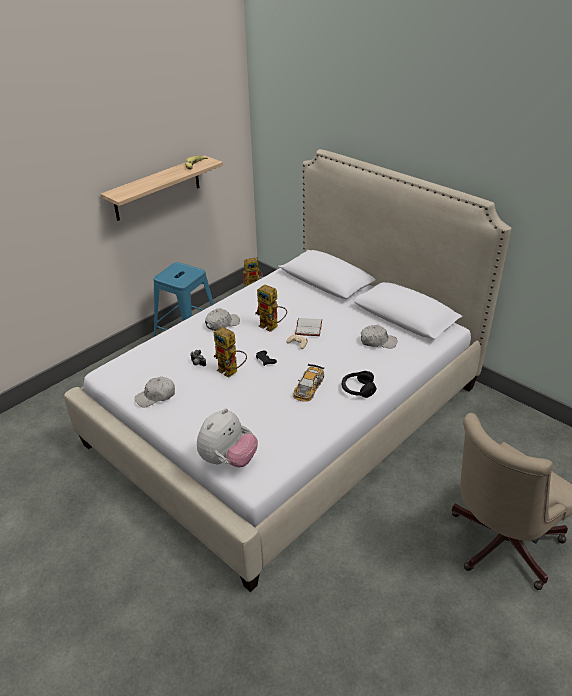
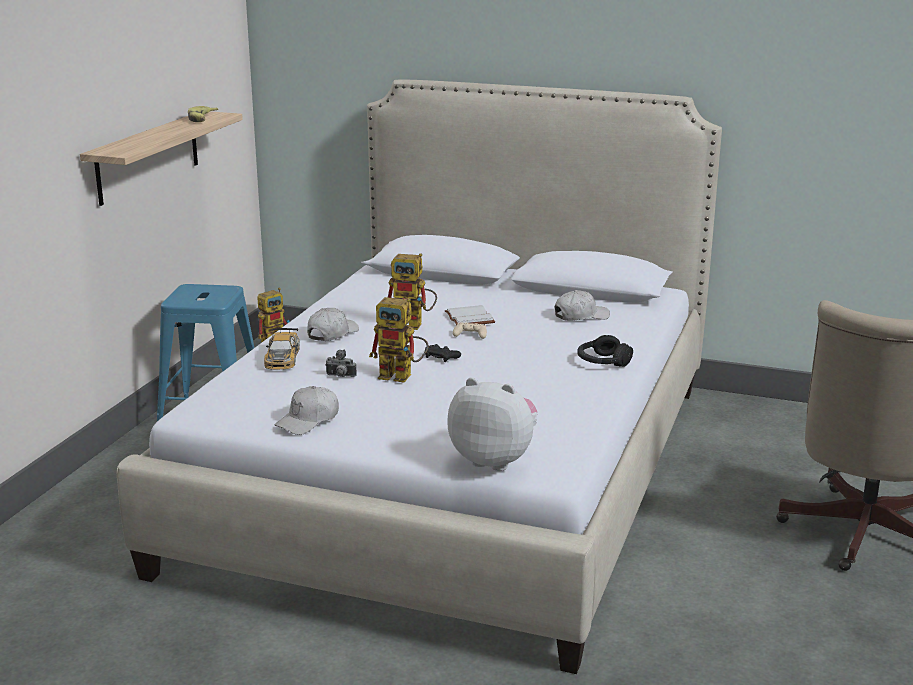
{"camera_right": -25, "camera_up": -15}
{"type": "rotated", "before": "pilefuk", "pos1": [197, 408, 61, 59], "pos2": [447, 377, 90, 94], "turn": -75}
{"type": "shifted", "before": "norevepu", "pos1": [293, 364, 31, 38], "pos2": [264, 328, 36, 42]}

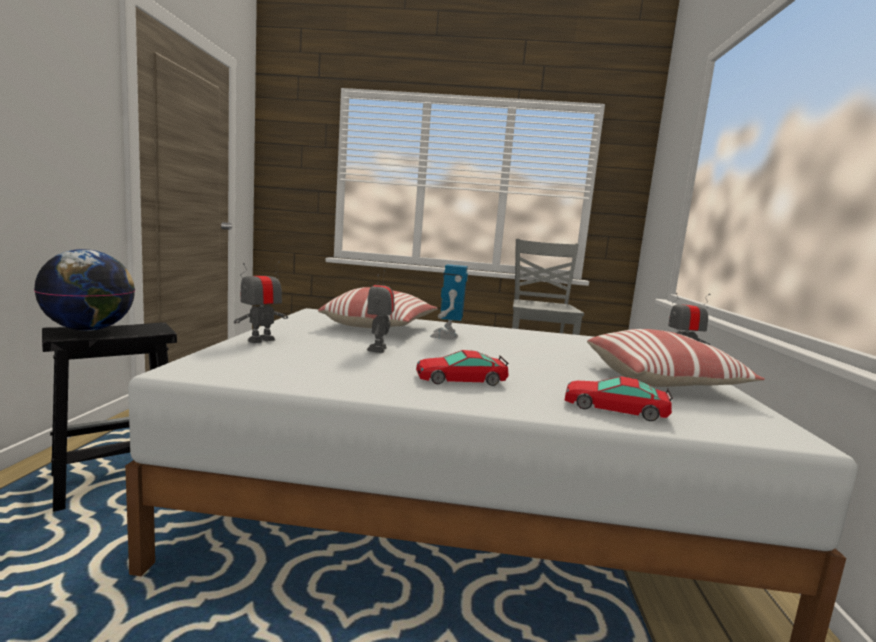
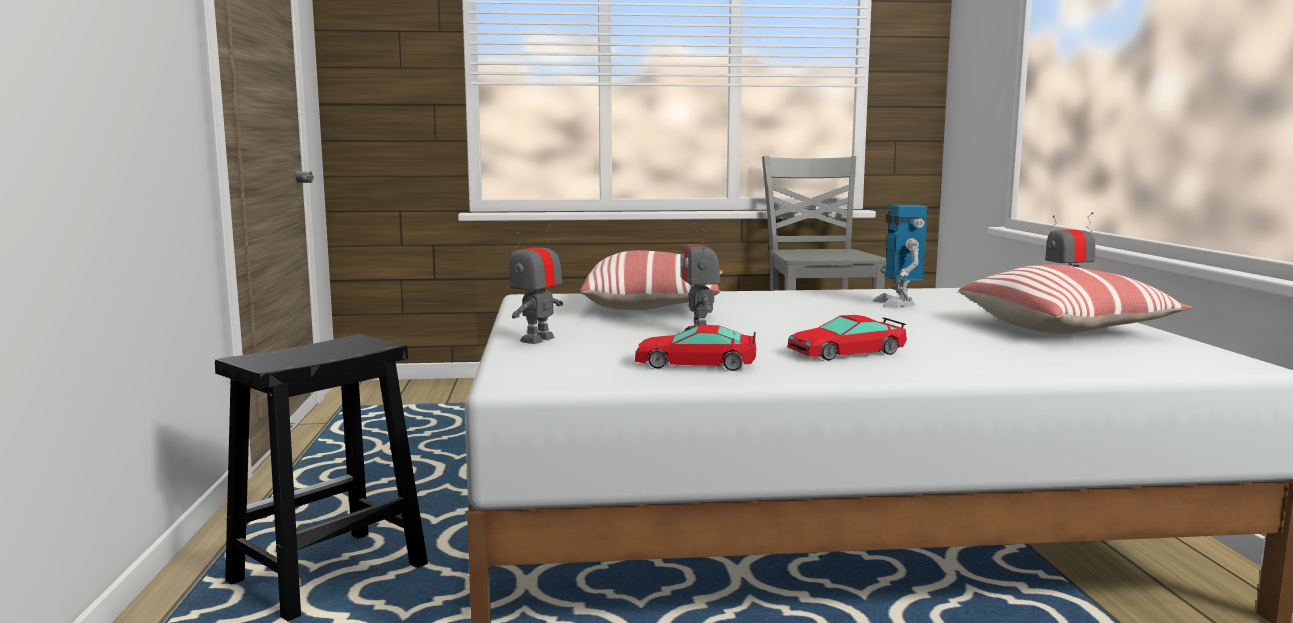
{"camera_right": -10, "camera_up": 0}
{"type": "gone", "before": "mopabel", "pos1": [34, 249, 101, 82]}
{"type": "shifted", "before": "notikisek", "pos1": [430, 264, 38, 74], "pos2": [873, 205, 54, 102]}
{"type": "shifted", "before": "norevepu", "pos1": [564, 376, 109, 45], "pos2": [635, 325, 121, 46]}

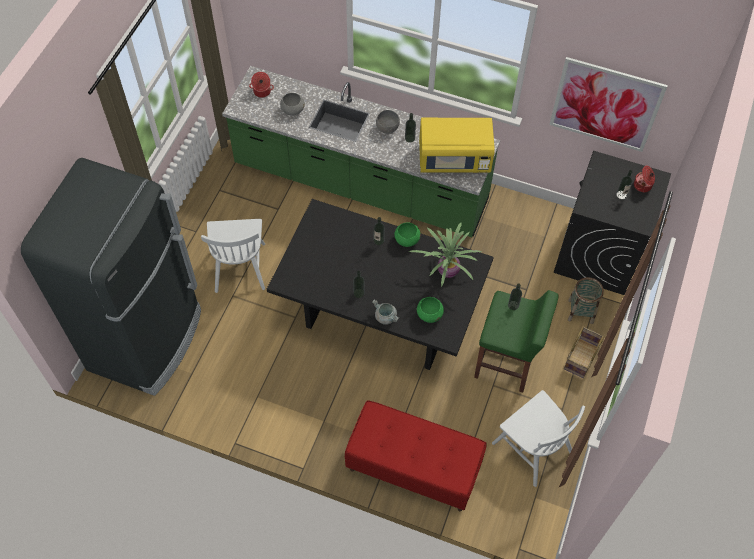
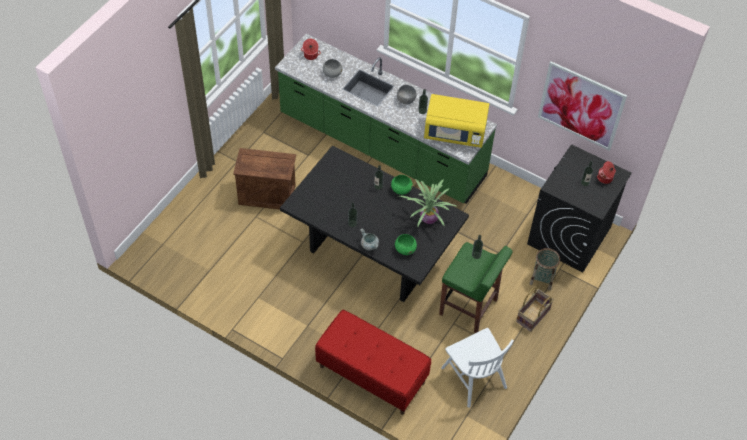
{"camera_right": 10, "camera_up": -5}
{"type": "gone", "before": "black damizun", "pos1": [21, 158, 180, 238]}
{"type": "swapped", "before": "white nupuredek", "after": "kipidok", "pos1": [201, 219, 64, 74], "pos2": [233, 148, 63, 61]}

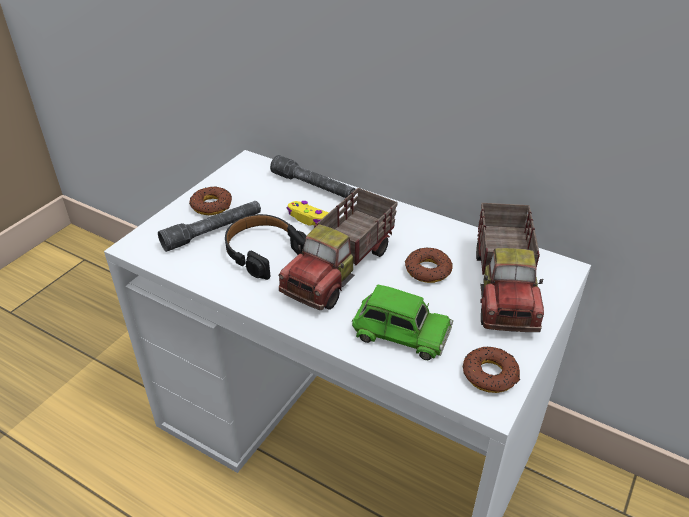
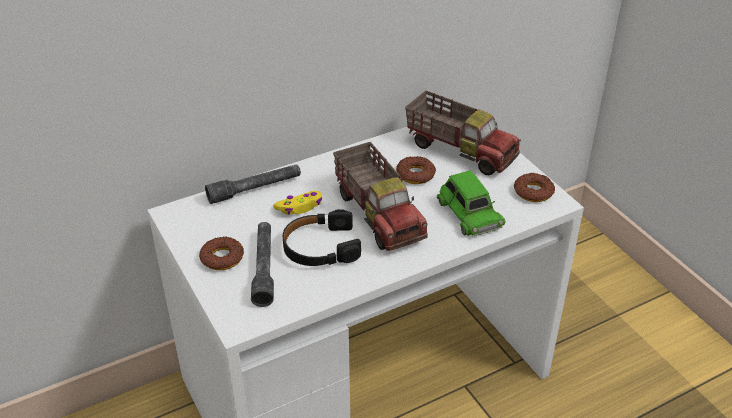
{"camera_right": -60, "camera_up": 0}
{"type": "rotated", "before": "green norevepu", "pos1": [352, 285, 101, 75], "pos2": [437, 170, 69, 66], "turn": 105}

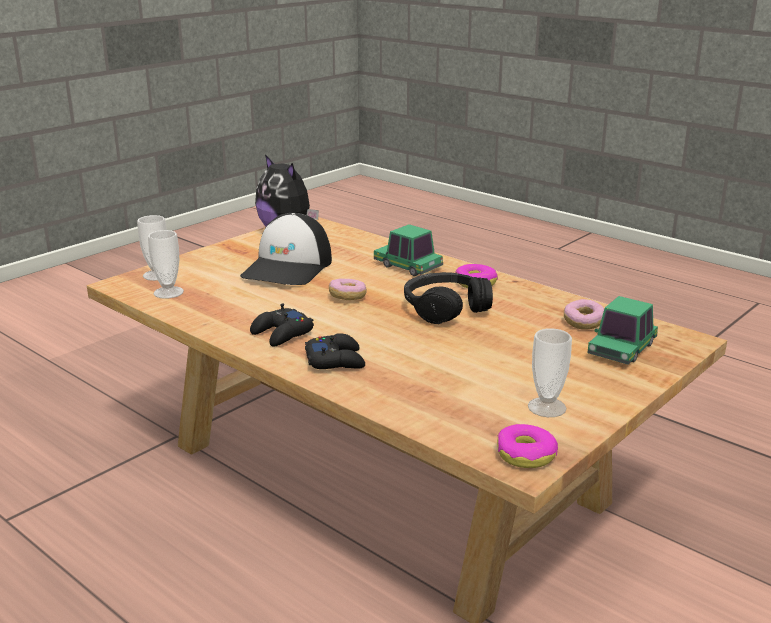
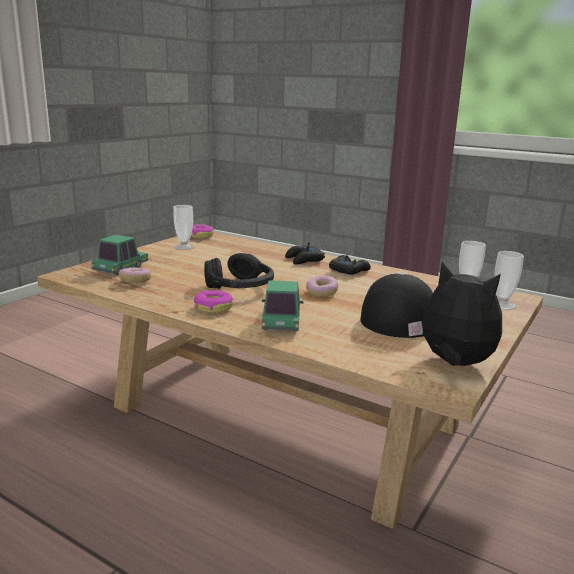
{"camera_right": 170, "camera_up": -5}
{"type": "rotated", "before": "norevepu", "pos1": [374, 224, 69, 52], "pos2": [262, 280, 42, 51], "turn": -120}

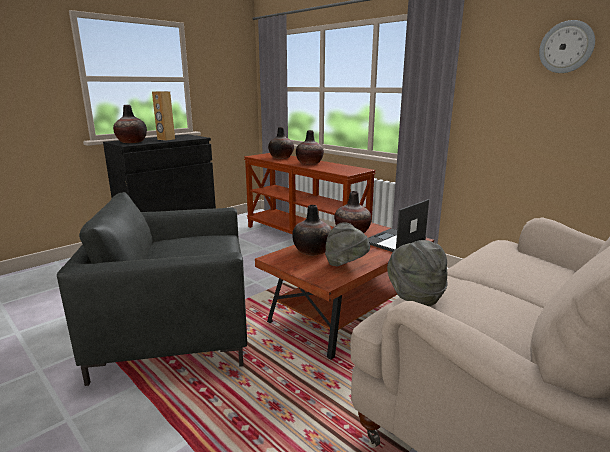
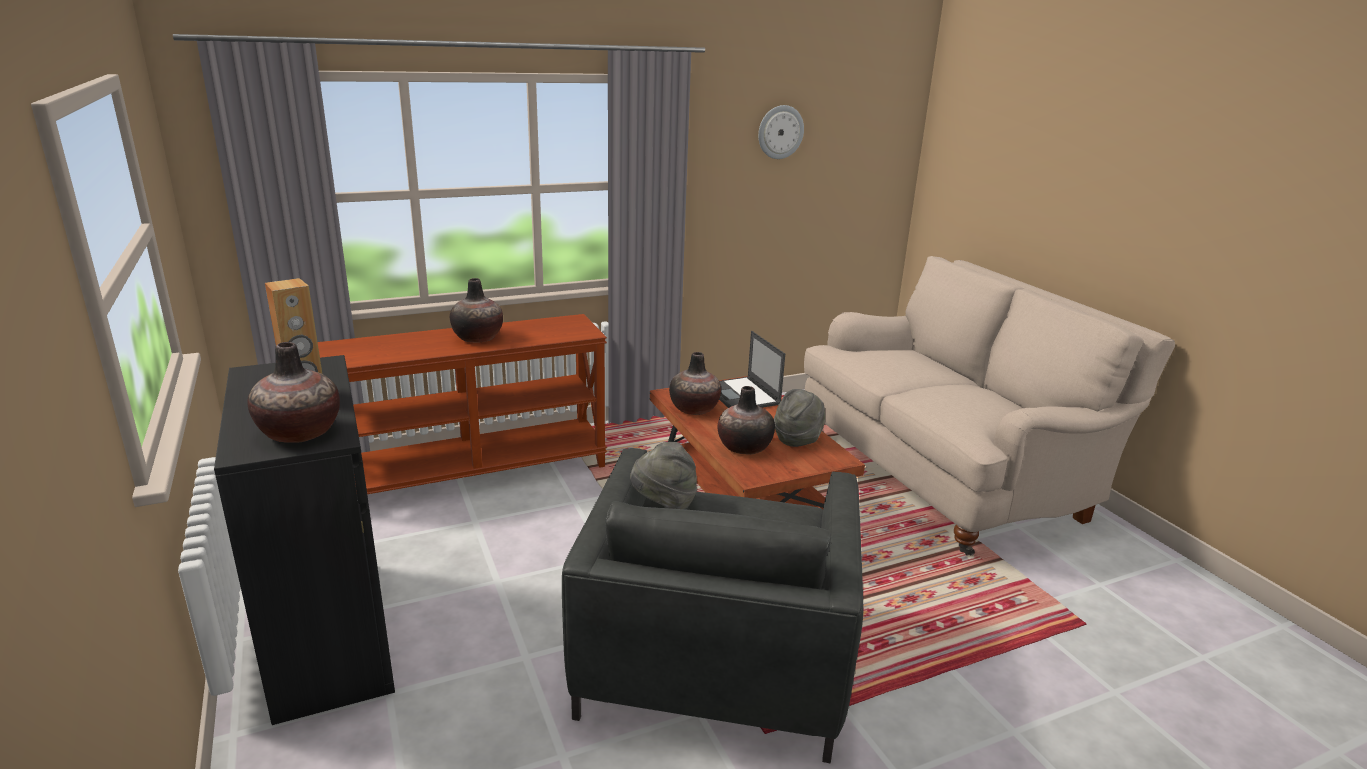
{"camera_right": -70, "camera_up": 5}
{"type": "gone", "before": "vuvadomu", "pos1": [268, 127, 26, 32]}
{"type": "shifted", "before": "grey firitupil", "pos1": [387, 240, 61, 66], "pos2": [630, 442, 67, 67]}

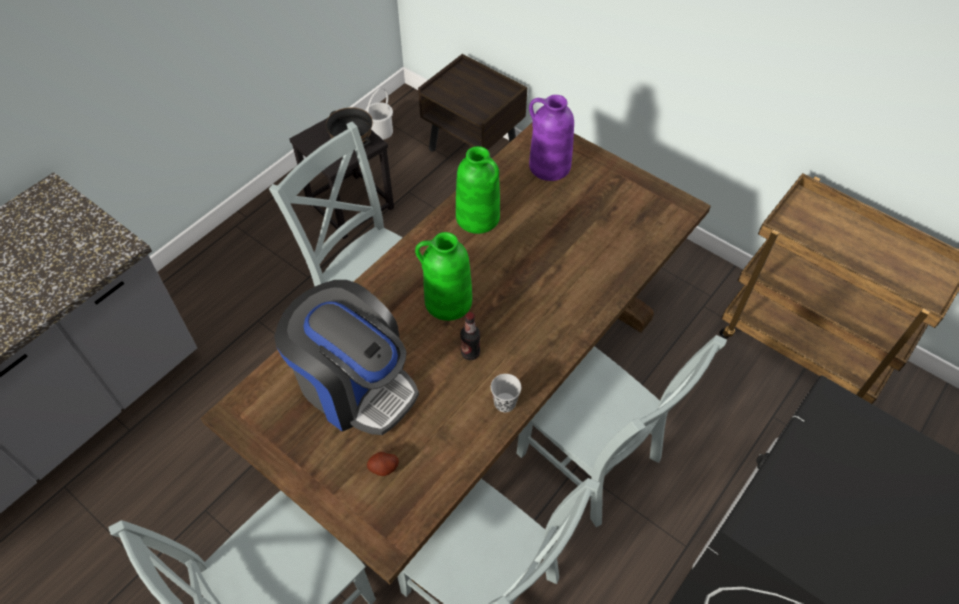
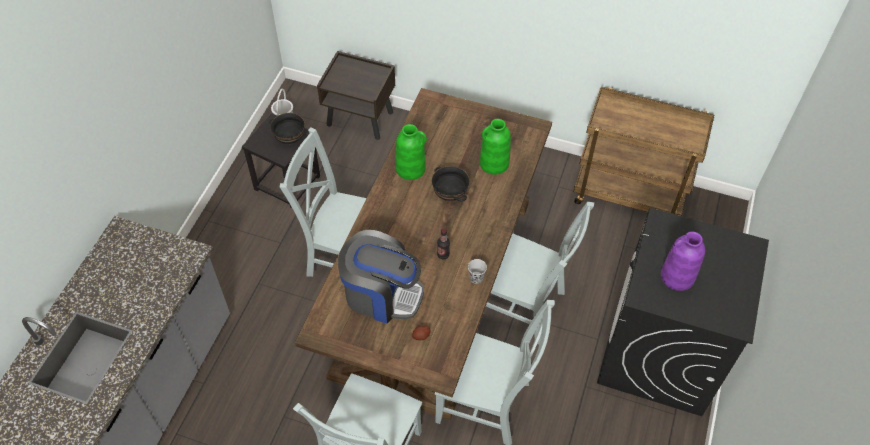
{"camera_right": -20, "camera_up": 0}
{"type": "shifted", "before": "green vuvadomu", "pos1": [415, 232, 57, 89], "pos2": [480, 119, 31, 56]}
{"type": "shifted", "before": "purple vuvadomu", "pos1": [529, 95, 45, 86], "pos2": [661, 232, 44, 59]}
{"type": "new", "after": "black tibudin", "pos2": [432, 166, 38, 35]}

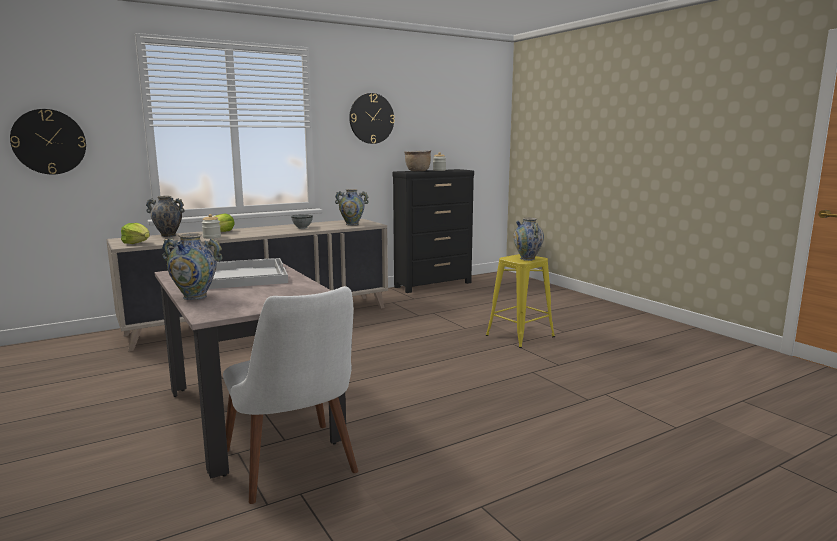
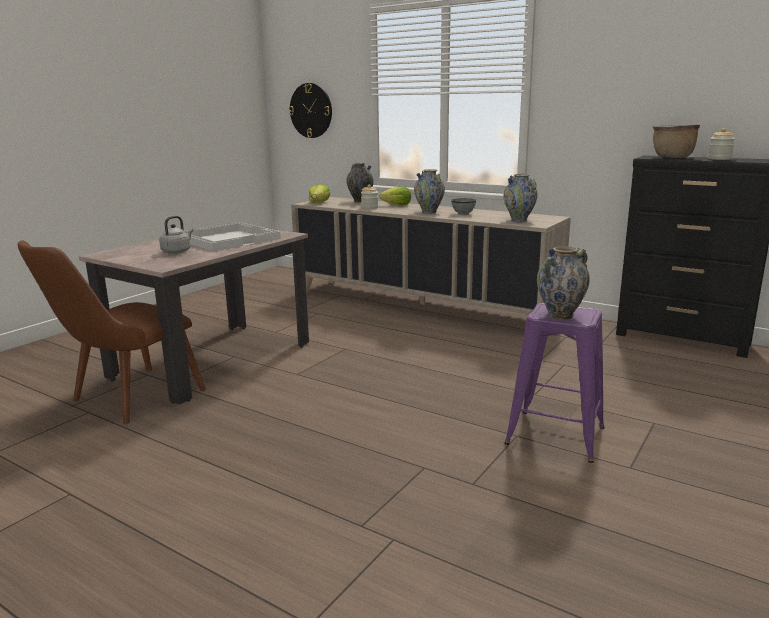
{"camera_right": 65, "camera_up": 5}
{"type": "shifted", "before": "vuvadomu", "pos1": [162, 233, 61, 67], "pos2": [414, 169, 31, 45]}
{"type": "repainted", "before": "white nupuredek", "after": "brown nupuredek", "pos1": [223, 286, 135, 218], "pos2": [18, 241, 188, 183]}
{"type": "gone", "before": "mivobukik", "pos1": [349, 93, 46, 51]}
{"type": "repainted", "before": "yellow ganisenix", "after": "purple ganisenix", "pos1": [486, 254, 69, 94], "pos2": [504, 303, 100, 160]}
{"type": "new", "after": "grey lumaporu", "pos2": [159, 216, 34, 38]}

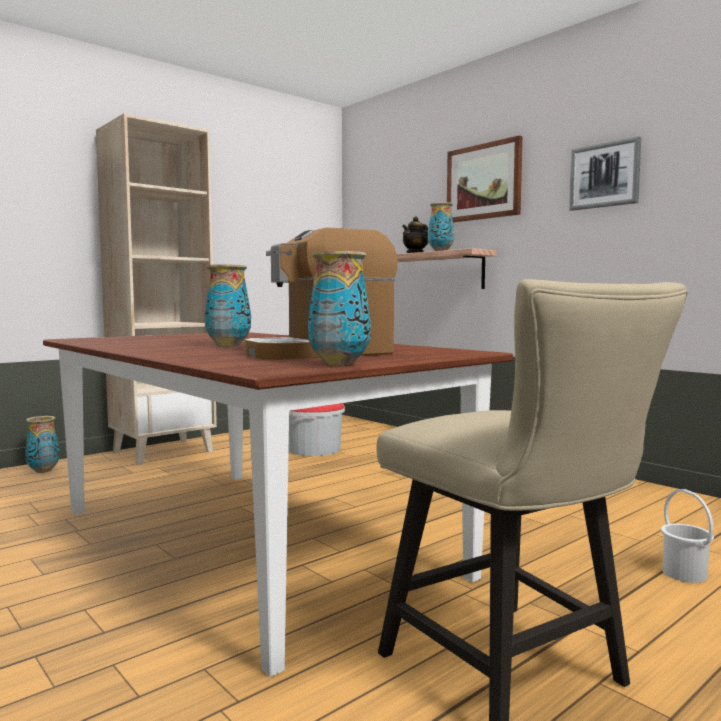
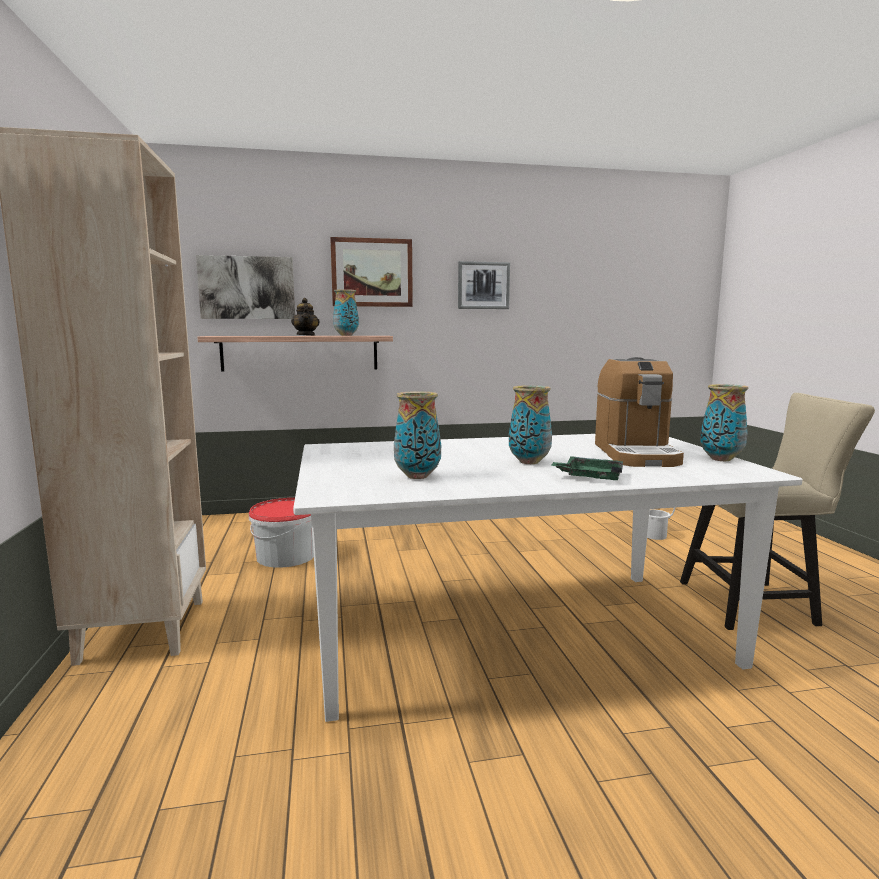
{"camera_right": -60, "camera_up": 5}
{"type": "shifted", "before": "vuvadomu", "pos1": [25, 416, 35, 57], "pos2": [394, 391, 47, 88]}
{"type": "repainted", "before": "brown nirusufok", "after": "white nirusufok", "pos1": [43, 332, 470, 345], "pos2": [293, 434, 510, 288]}
{"type": "new", "after": "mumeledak", "pos2": [196, 255, 99, 64]}
{"type": "new", "after": "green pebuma", "pos2": [551, 456, 72, 24]}

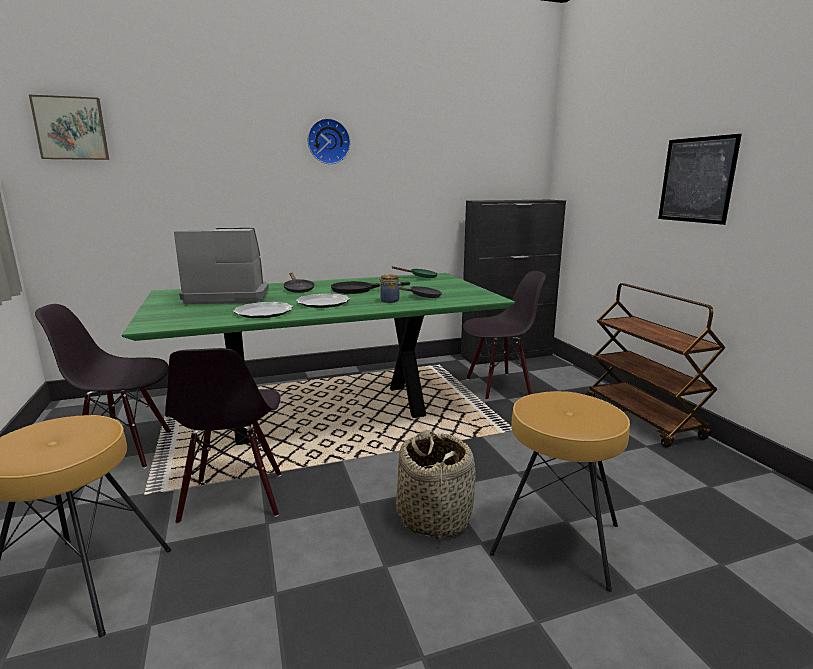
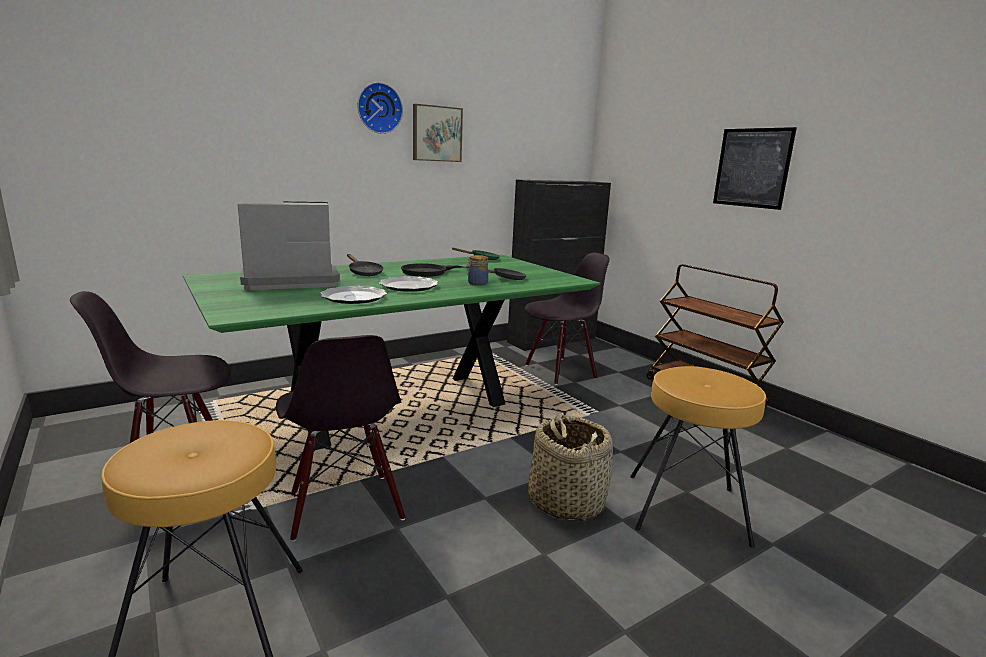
{"camera_right": -15, "camera_up": 0}
{"type": "shifted", "before": "mumeledak", "pos1": [29, 95, 80, 65], "pos2": [413, 104, 50, 58]}

